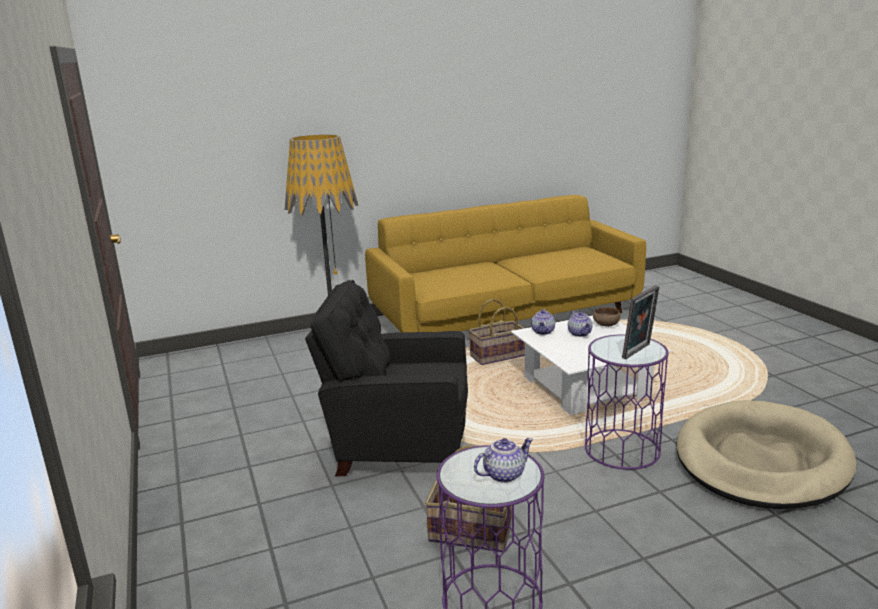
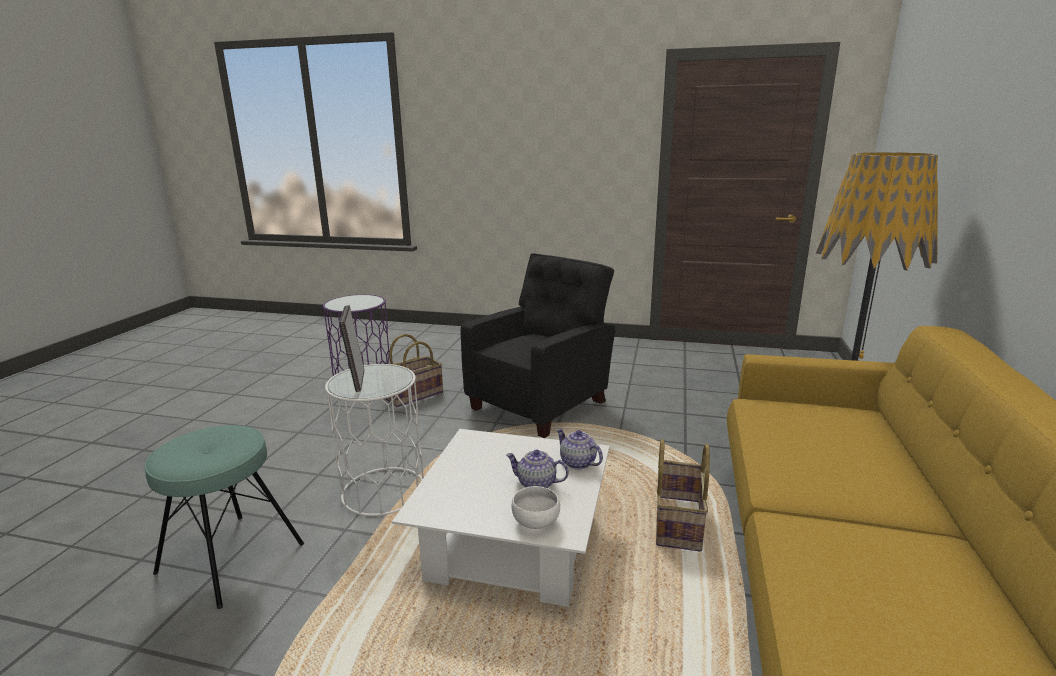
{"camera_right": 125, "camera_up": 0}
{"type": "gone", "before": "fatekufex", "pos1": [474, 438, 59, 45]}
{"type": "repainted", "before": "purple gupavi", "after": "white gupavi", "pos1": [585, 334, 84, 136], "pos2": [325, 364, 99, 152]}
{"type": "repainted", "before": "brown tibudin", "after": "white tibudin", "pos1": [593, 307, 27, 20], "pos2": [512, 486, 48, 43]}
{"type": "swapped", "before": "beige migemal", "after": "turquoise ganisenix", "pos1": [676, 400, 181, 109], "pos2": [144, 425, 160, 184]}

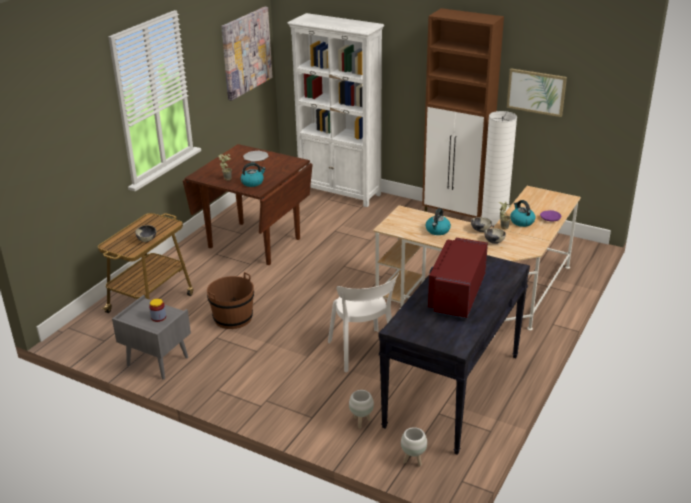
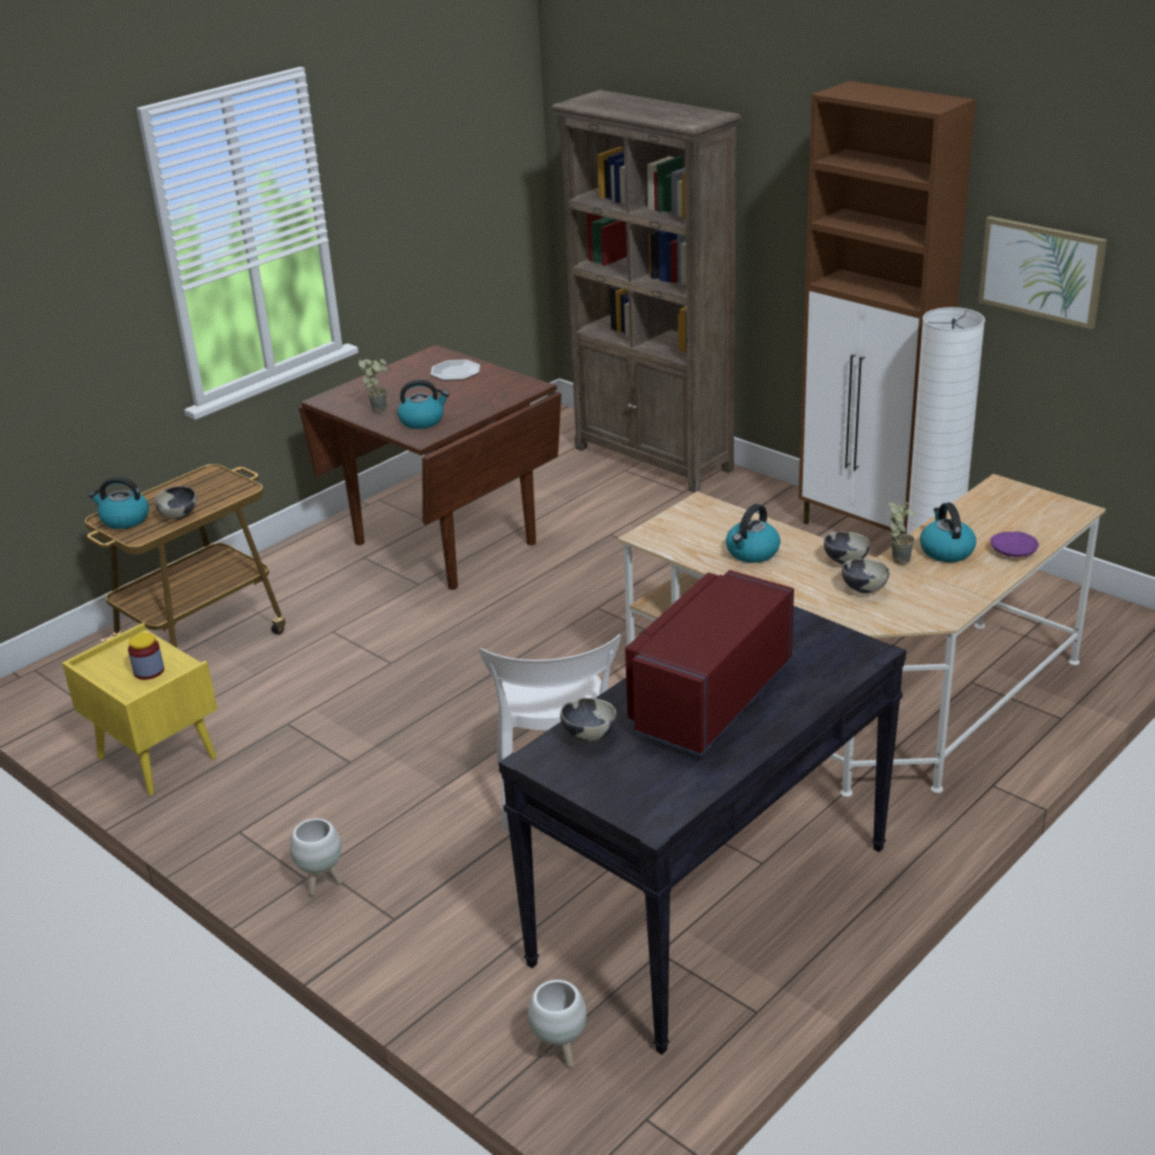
{"camera_right": 15, "camera_up": 0}
{"type": "repainted", "before": "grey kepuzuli", "after": "yellow kepuzuli", "pos1": [112, 295, 79, 84], "pos2": [62, 623, 156, 172]}
{"type": "gone", "before": "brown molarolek", "pos1": [207, 272, 47, 57]}
{"type": "gone", "before": "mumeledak", "pos1": [221, 7, 51, 94]}
{"type": "repainted", "before": "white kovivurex", "after": "brown kovivurex", "pos1": [287, 13, 97, 194], "pos2": [551, 90, 190, 403]}
{"type": "shifted", "before": "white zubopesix", "pos1": [349, 390, 25, 38], "pos2": [290, 818, 52, 78]}
{"type": "new", "after": "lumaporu", "pos2": [89, 477, 60, 52]}
{"type": "new", "after": "tibudin", "pos2": [560, 698, 57, 44]}

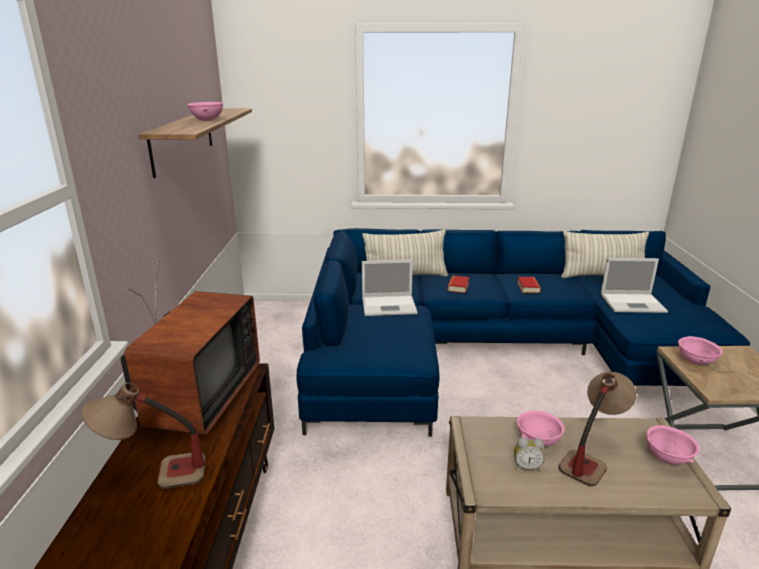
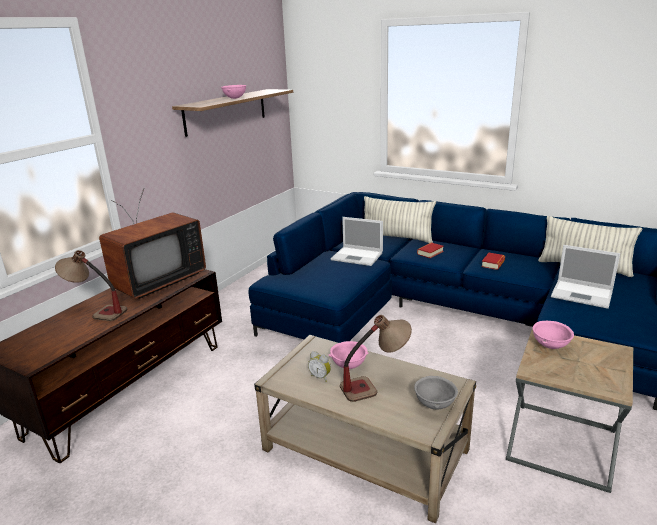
{"camera_right": 30, "camera_up": 0}
{"type": "repainted", "before": "pink tibudin", "after": "grey tibudin", "pos1": [646, 425, 54, 40], "pos2": [414, 376, 44, 34]}

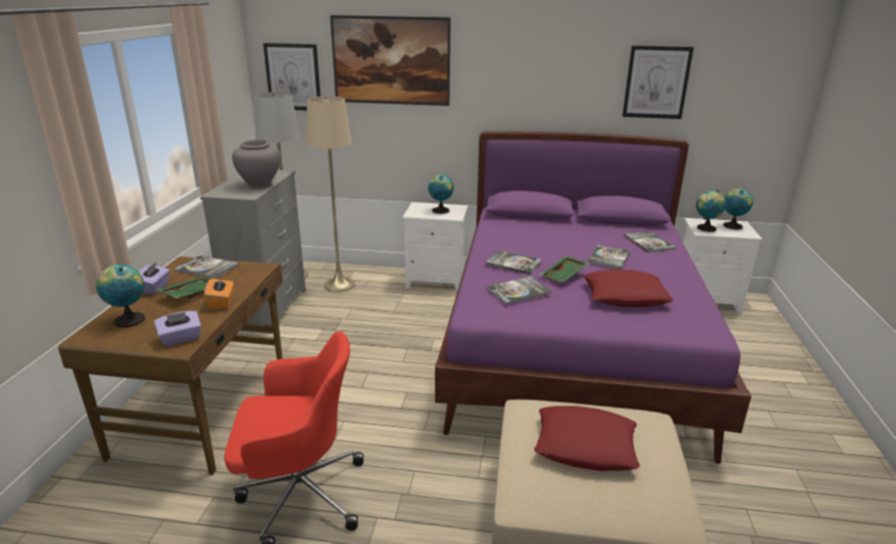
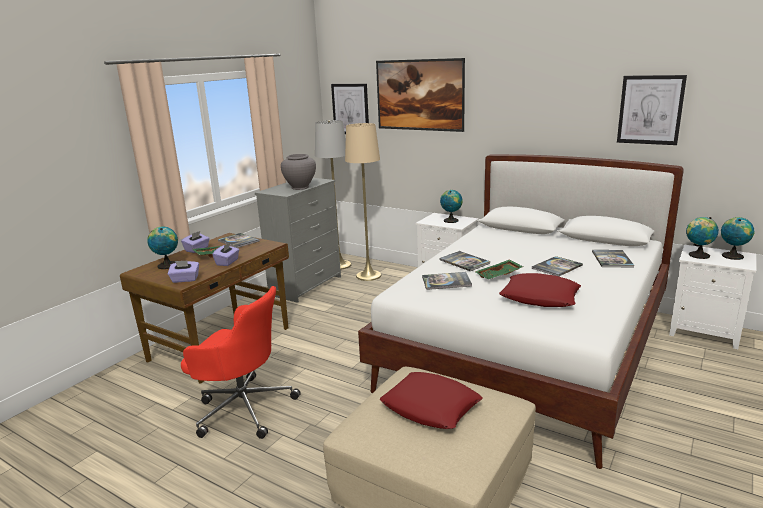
{"camera_right": 25, "camera_up": -5}
{"type": "repainted", "before": "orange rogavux", "after": "purple rogavux", "pos1": [204, 276, 30, 34], "pos2": [212, 242, 27, 24]}
{"type": "repainted", "before": "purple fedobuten", "after": "white fedobuten", "pos1": [435, 131, 316, 333], "pos2": [358, 154, 326, 315]}

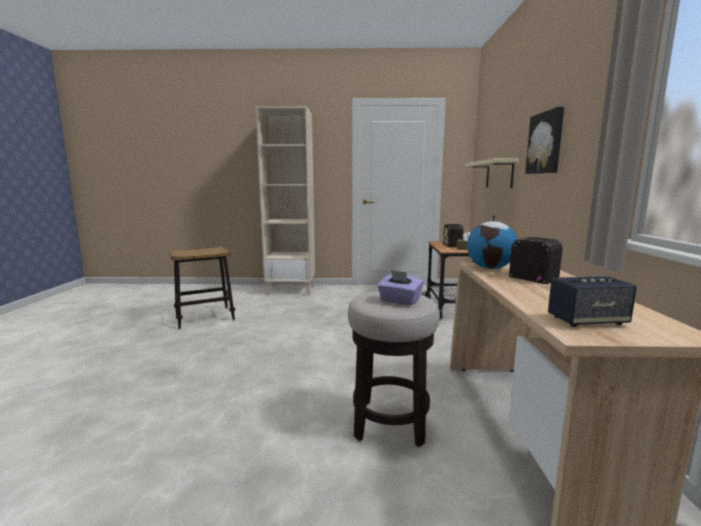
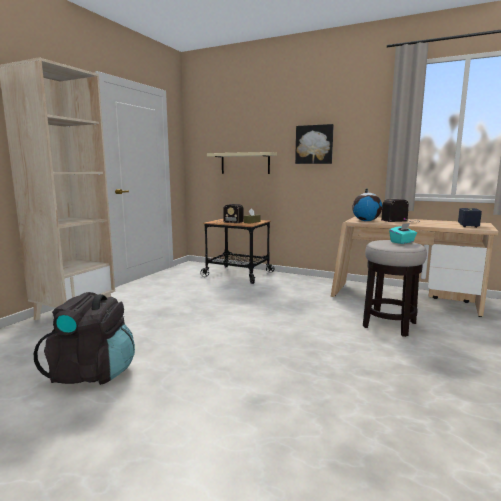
{"camera_right": -65, "camera_up": 0}
{"type": "swapped", "before": "ganisenix", "after": "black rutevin", "pos1": [170, 246, 65, 83], "pos2": [34, 292, 101, 93]}
{"type": "repainted", "before": "purple rogavux", "after": "turquoise rogavux", "pos1": [377, 270, 47, 35], "pos2": [389, 223, 28, 21]}

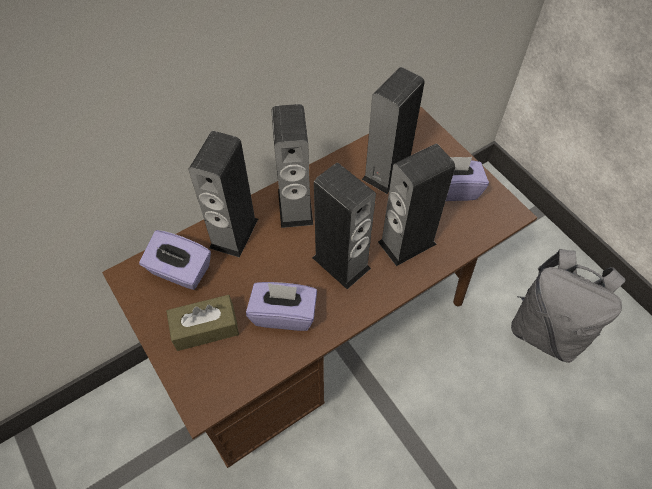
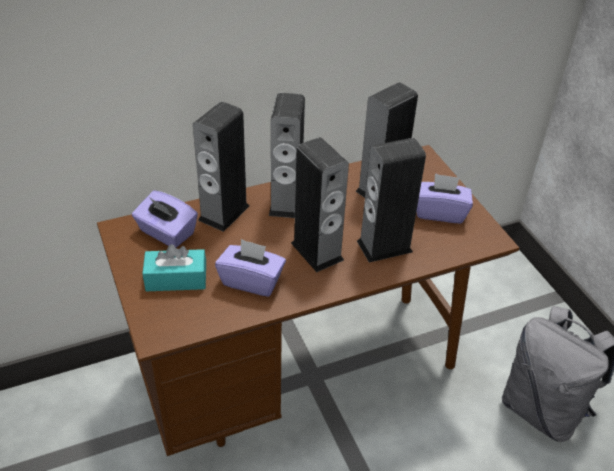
{"camera_right": 10, "camera_up": -15}
{"type": "repainted", "before": "brown rogavux", "after": "turquoise rogavux", "pos1": [166, 295, 73, 56], "pos2": [142, 244, 64, 47]}

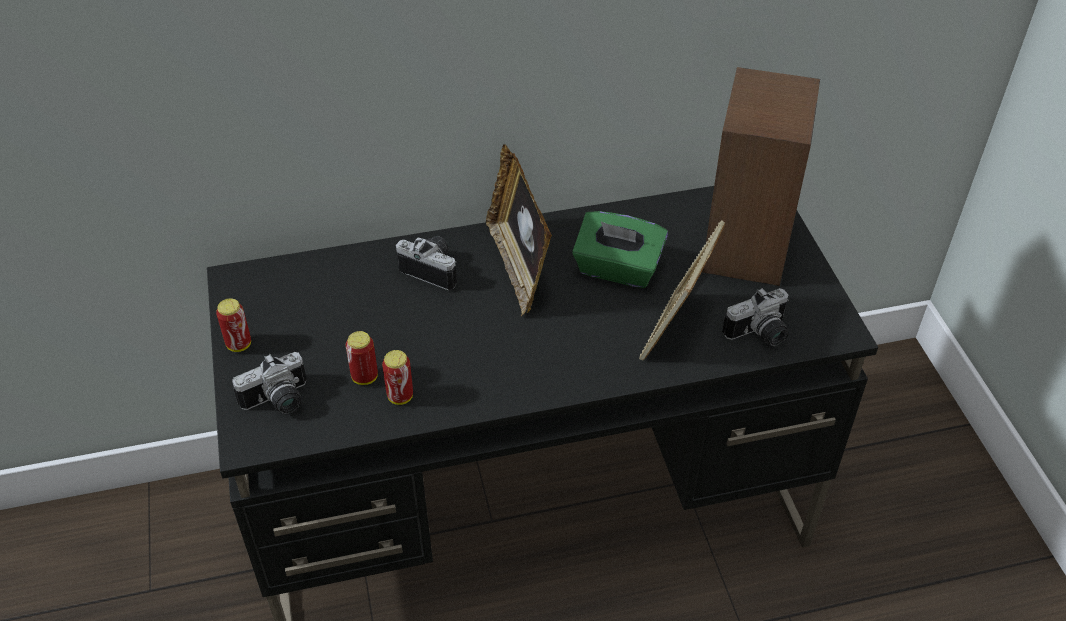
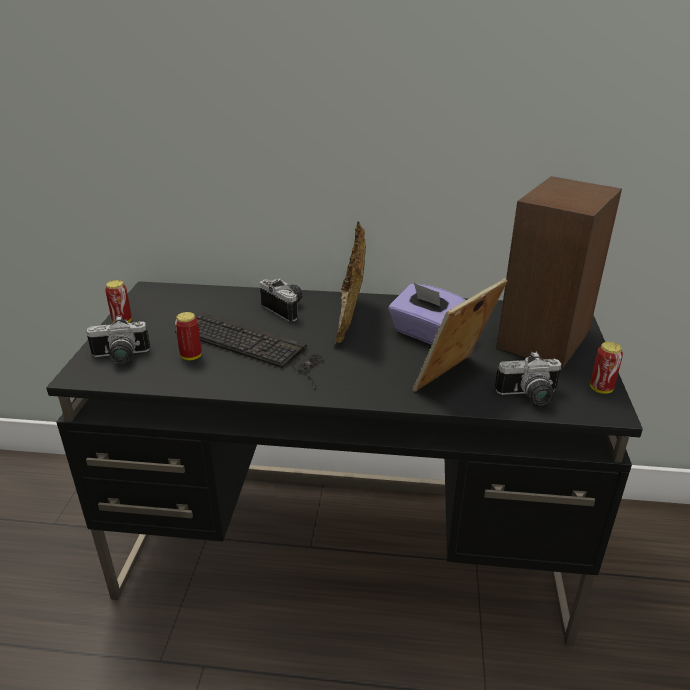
{"camera_right": 20, "camera_up": -15}
{"type": "shifted", "before": "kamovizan", "pos1": [382, 350, 31, 55], "pos2": [590, 342, 33, 52]}
{"type": "repainted", "before": "green rogavux", "after": "purple rogavux", "pos1": [572, 211, 96, 77], "pos2": [389, 283, 76, 62]}
{"type": "new", "after": "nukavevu", "pos2": [175, 312, 148, 76]}

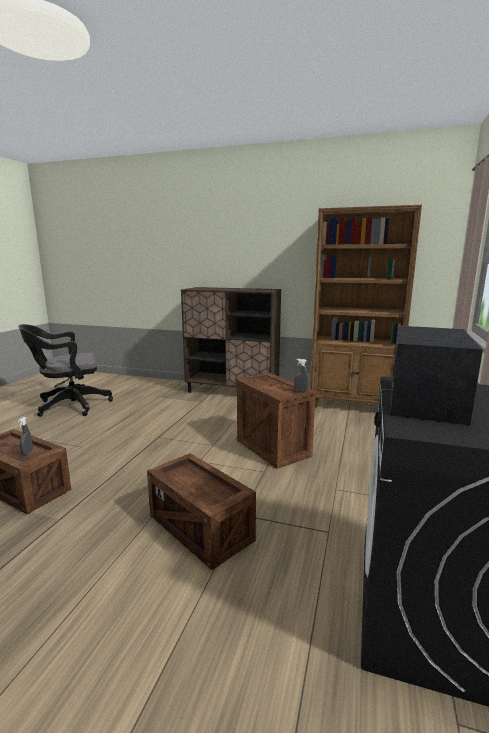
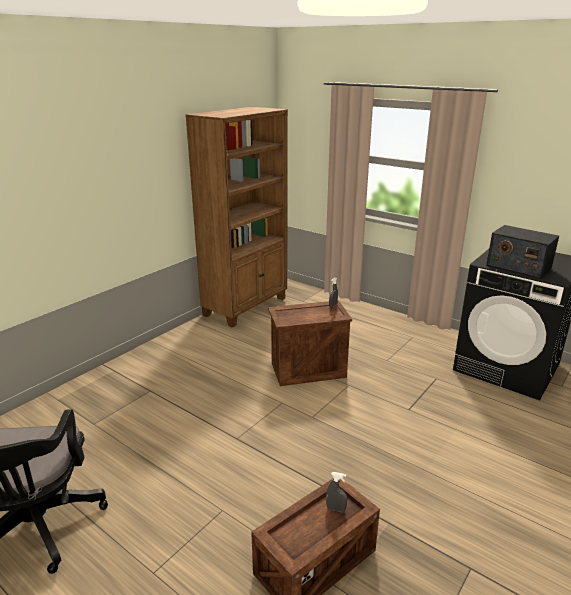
{"camera_right": -70, "camera_up": 10}
{"type": "gone", "before": "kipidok", "pos1": [147, 453, 109, 117]}
{"type": "gone", "before": "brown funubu", "pos1": [181, 287, 100, 106]}

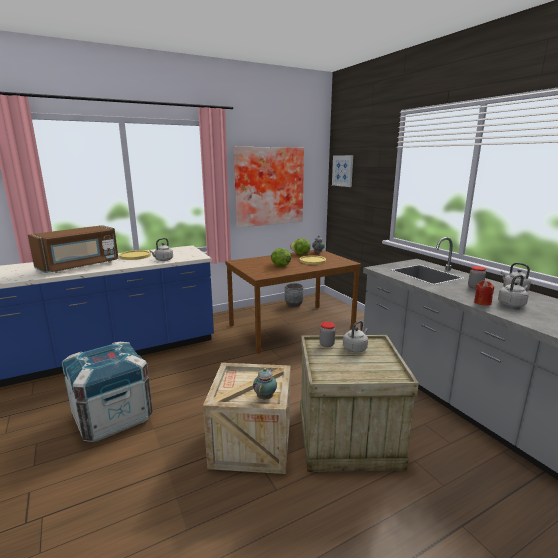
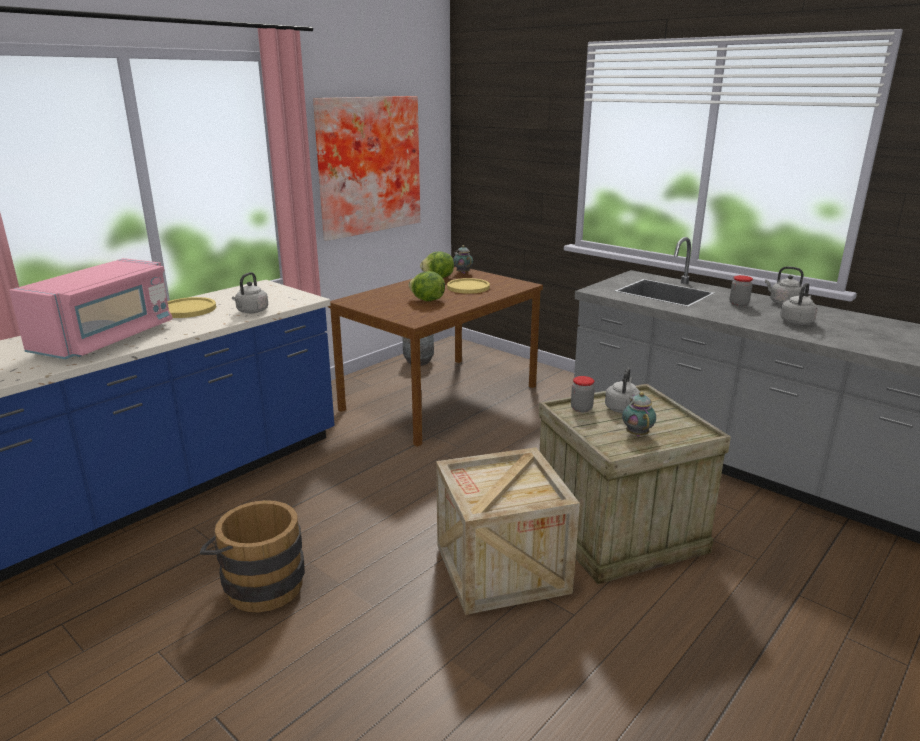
{"camera_right": -20, "camera_up": 5}
{"type": "repainted", "before": "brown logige", "after": "pink logige", "pos1": [28, 225, 91, 48], "pos2": [9, 258, 164, 101]}
{"type": "swapped", "before": "kipidok", "after": "brown molarolek", "pos1": [62, 342, 91, 100], "pos2": [200, 500, 105, 113]}
{"type": "shifted", "before": "fatekufex", "pos1": [253, 368, 24, 32], "pos2": [622, 392, 34, 45]}
{"type": "gone", "before": "mumeledak", "pos1": [332, 155, 21, 32]}
{"type": "gone", "before": "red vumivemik", "pos1": [474, 280, 20, 26]}

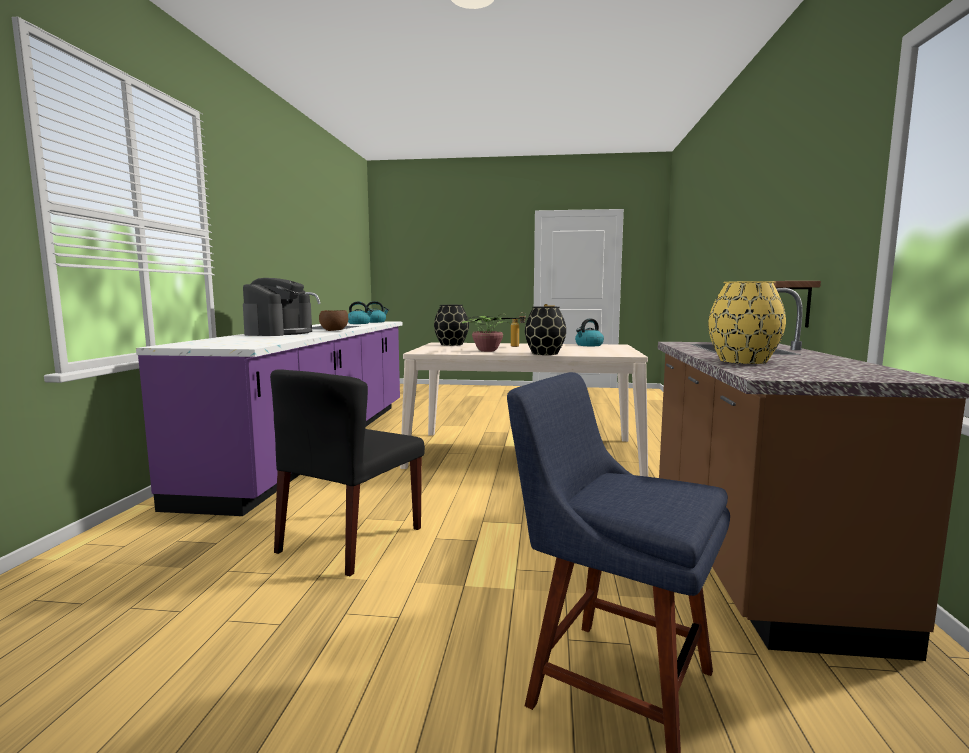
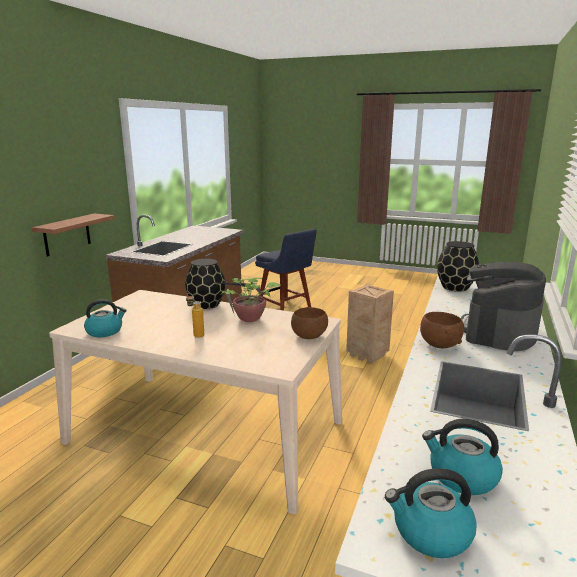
{"camera_right": -165, "camera_up": 10}
{"type": "swapped", "before": "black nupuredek", "after": "kipidok", "pos1": [270, 369, 155, 207], "pos2": [346, 284, 48, 80]}
{"type": "shifted", "before": "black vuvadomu", "pos1": [434, 305, 35, 41], "pos2": [437, 241, 42, 51]}
{"type": "gone", "before": "yellow vuvadomu", "pos1": [708, 281, 78, 83]}
{"type": "new", "after": "brown tibudin", "pos2": [291, 307, 37, 32]}

